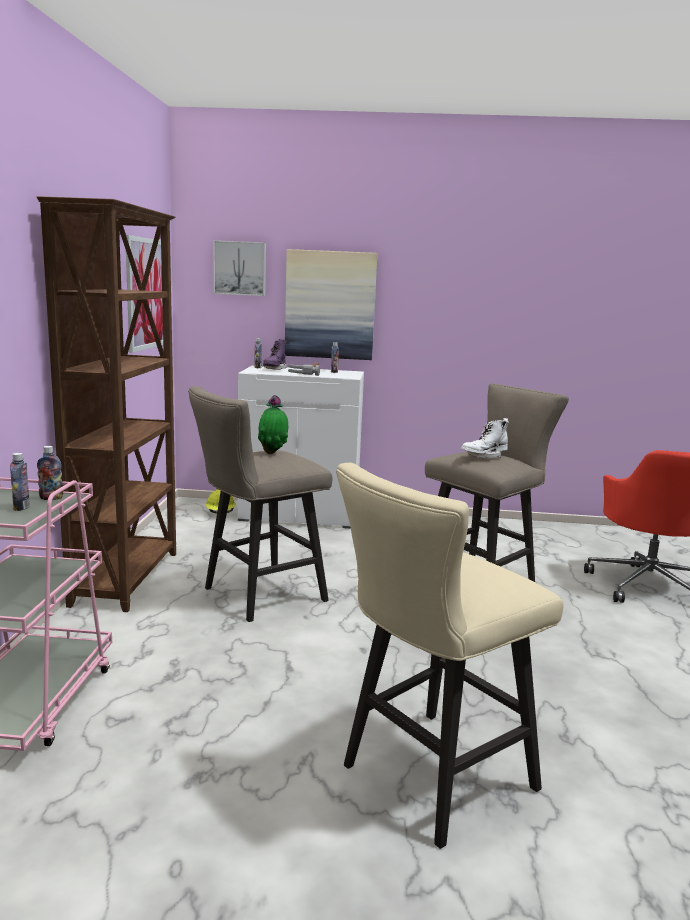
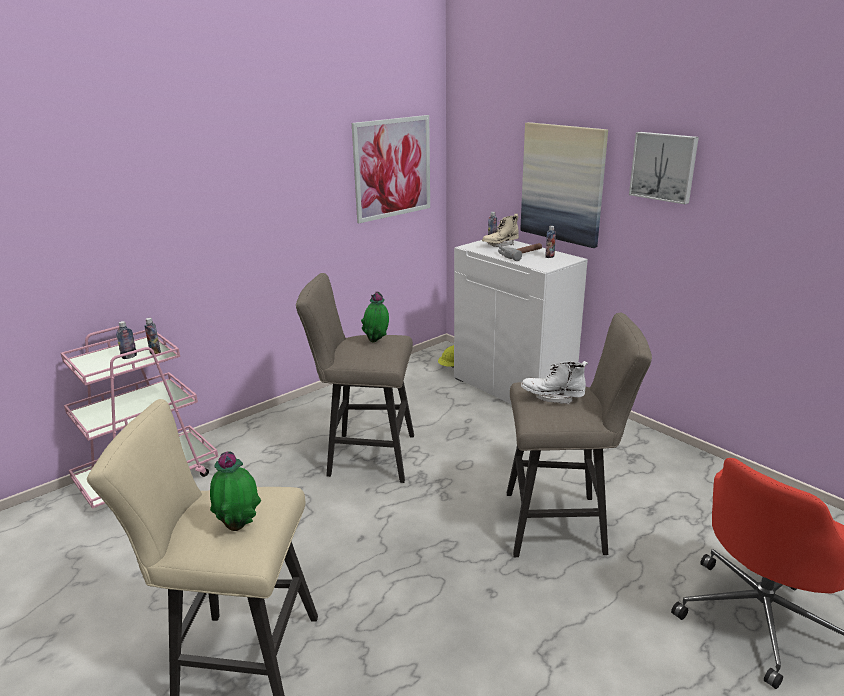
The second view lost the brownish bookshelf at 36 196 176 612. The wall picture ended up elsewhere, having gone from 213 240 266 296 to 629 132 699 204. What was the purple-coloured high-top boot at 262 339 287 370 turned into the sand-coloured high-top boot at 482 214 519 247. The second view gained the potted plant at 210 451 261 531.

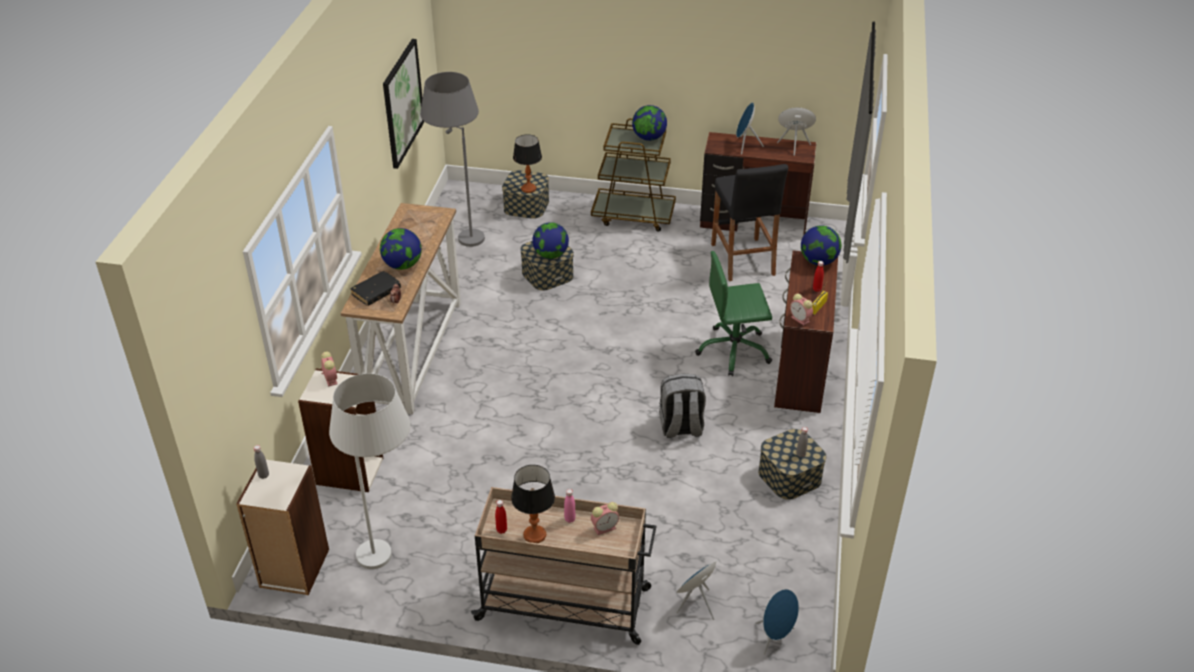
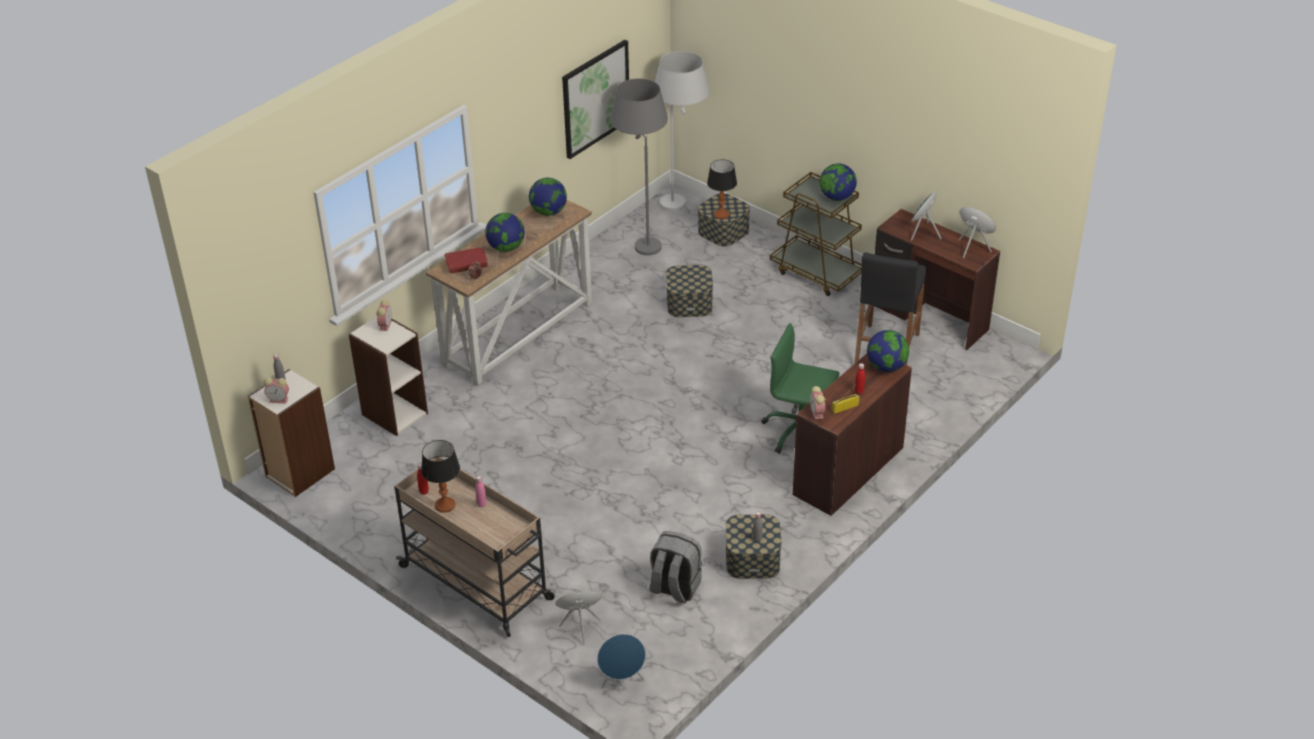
The white standard lamp ended up elsewhere, having gone from 329 373 410 569 to 655 51 710 211. What was the black bound book at 350 271 401 306 turned into the red-coloured bound book at 445 247 488 273. The world globe ended up elsewhere, having gone from 532 222 569 259 to 529 178 567 216. The alarm clock ended up elsewhere, having gone from 591 502 619 535 to 264 377 289 404. The greyish rucksack ended up elsewhere, having gone from 659 374 706 438 to 650 531 702 603.

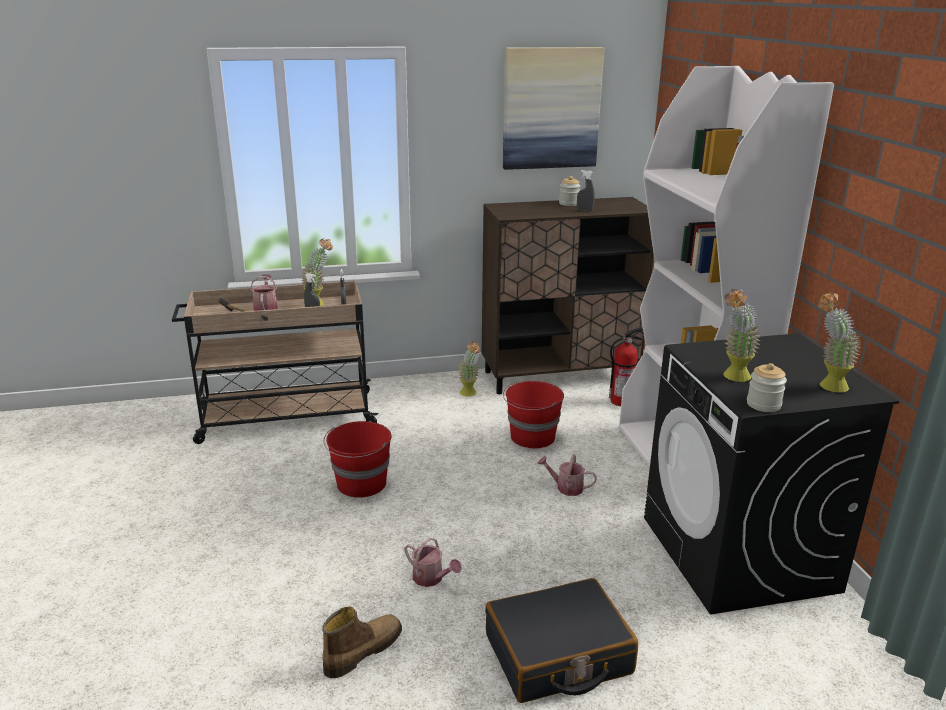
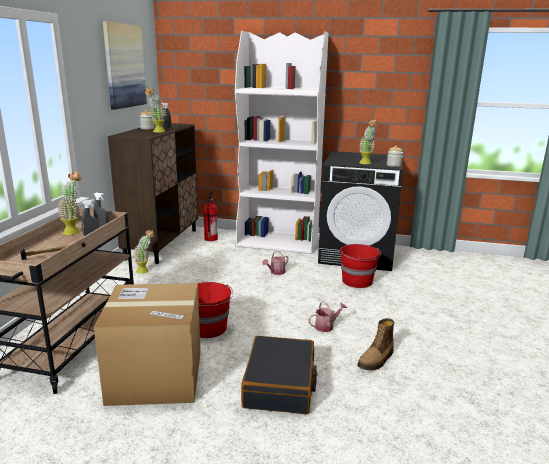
The second view lost the watering pot at 250 274 278 311. The high-top boot at 322 607 402 678 ended up facing another way, 120 degrees counterclockwise from before. The black piece of luggage ended up elsewhere, having gone from 485 578 638 703 to 241 336 317 415. The red-coloured pail ended up elsewhere, having gone from 503 381 564 448 to 340 244 381 288. The potted plant ended up elsewhere, having gone from 816 292 861 392 to 144 87 166 133. The second view gained the carton at 94 283 201 406.

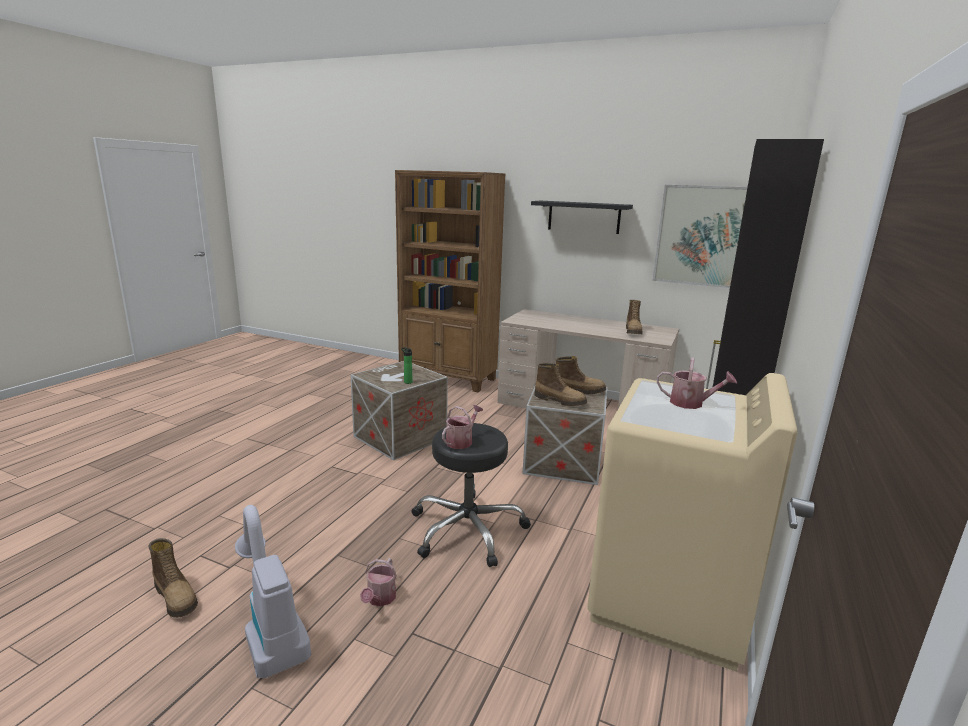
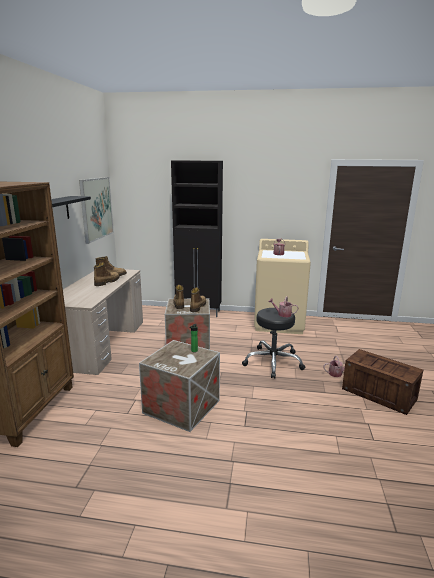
The high-top boot ended up elsewhere, having gone from 149 538 198 618 to 94 262 120 286. Where the hoover stood at 235 505 311 678, the shipping crate came to stand at 342 349 423 415.

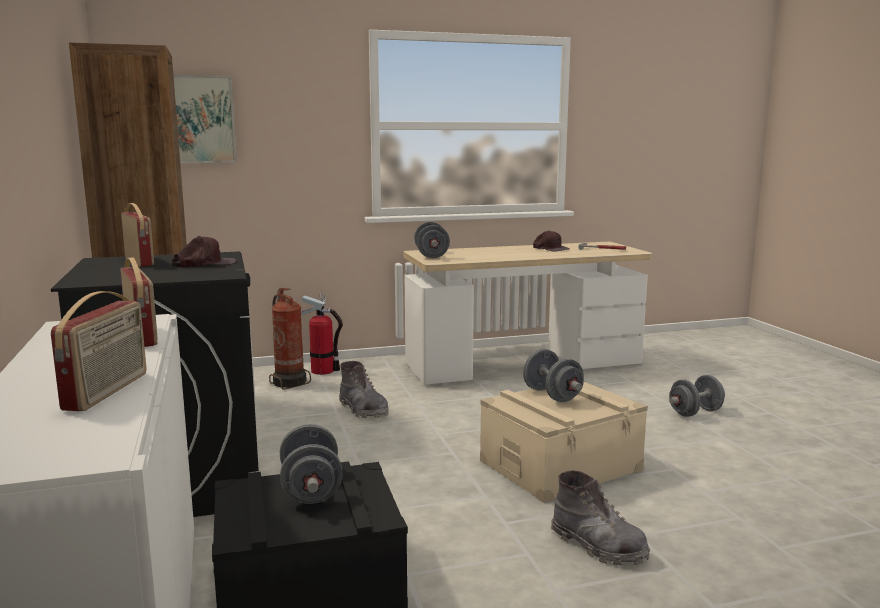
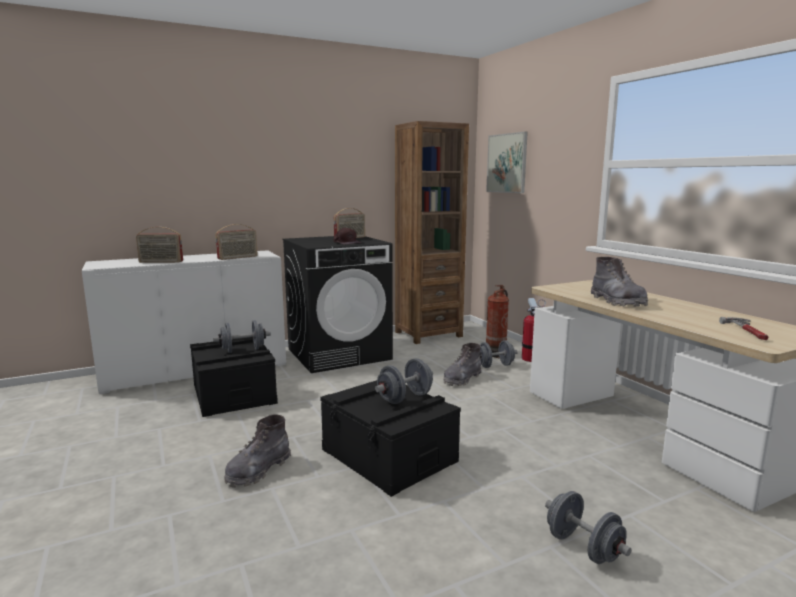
The greyish dumbbell ended up elsewhere, having gone from 414 222 450 258 to 480 340 518 368. What was the sand-coloured storage container at 480 381 648 503 turned into the black storage container at 320 380 461 497. The second view lost the brownish baseball cap at 533 231 570 252. The second view gained the greyish high-top boot at 591 257 648 307.

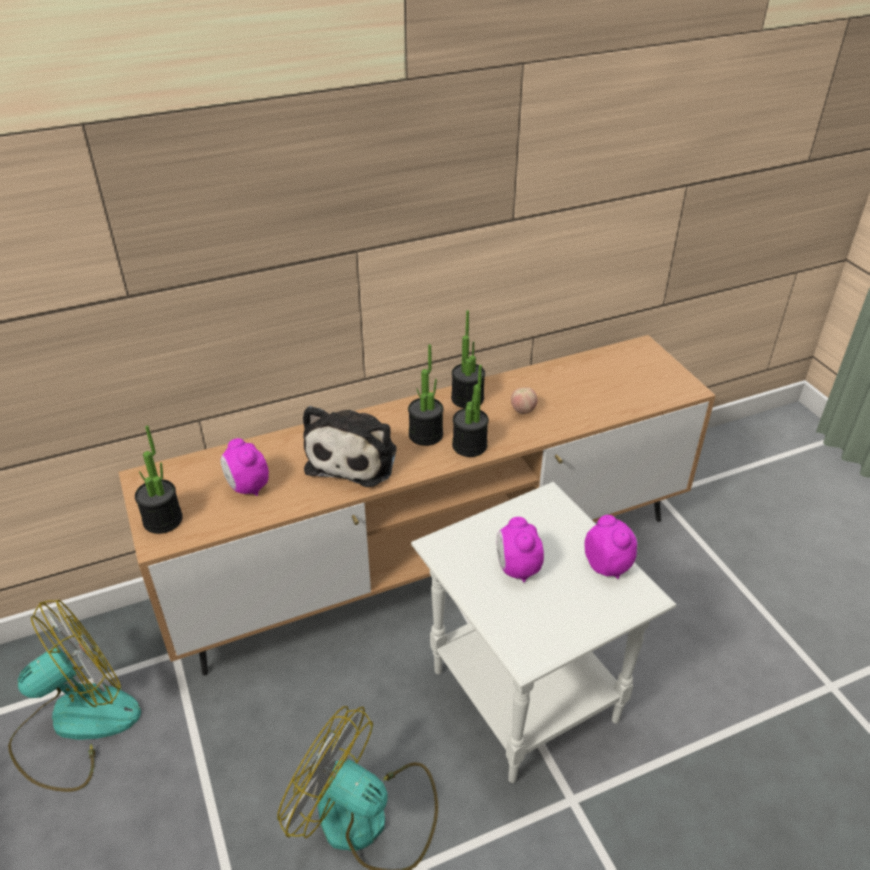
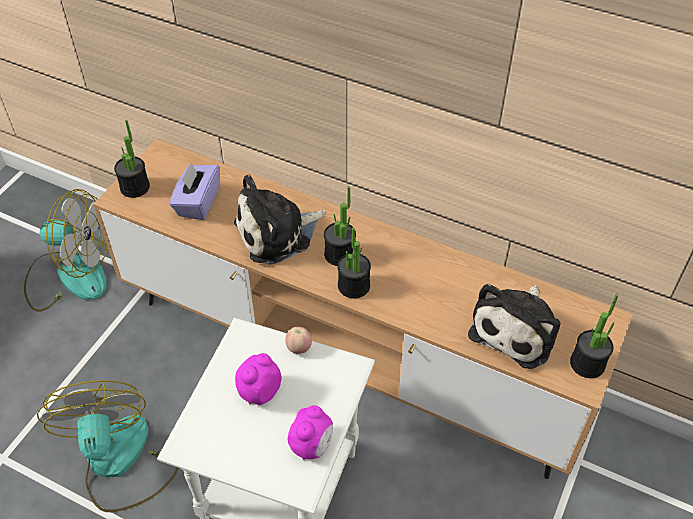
Where the alarm clock stood at 221 438 269 496, the purple-coloured box of tissues came to stand at 169 162 220 220. The potted plant ended up elsewhere, having gone from 451 310 485 408 to 570 294 619 378. The whole apple ended up elsewhere, having gone from 511 387 537 414 to 285 327 312 354. The second view gained the cuddly toy at 468 284 560 369.

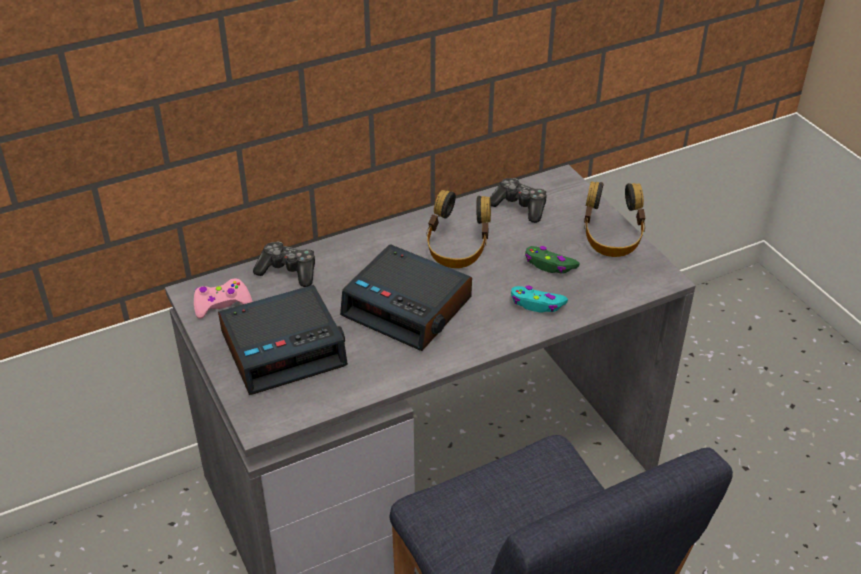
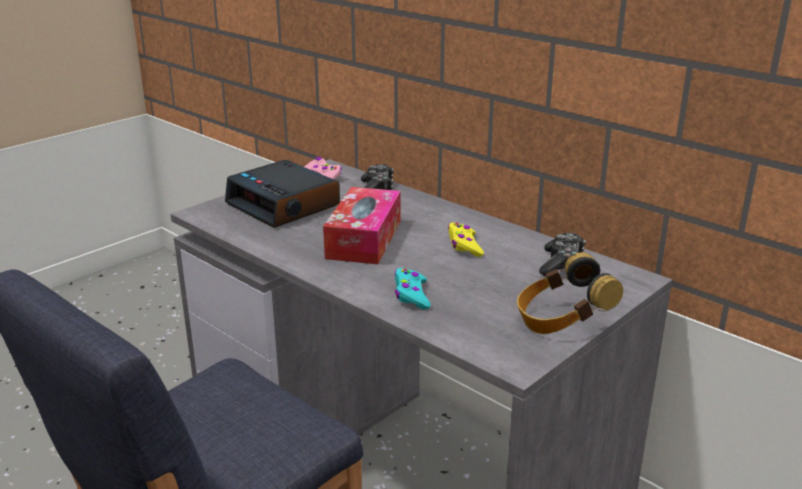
Where the alarm clock stood at 340 244 472 351, the box of tissues came to stand at 323 187 401 264. Where the pair of headphones stood at 426 190 491 268, the yellowish joypad came to stand at 448 223 484 257. The second view lost the green-coloured joypad at 525 246 580 274.

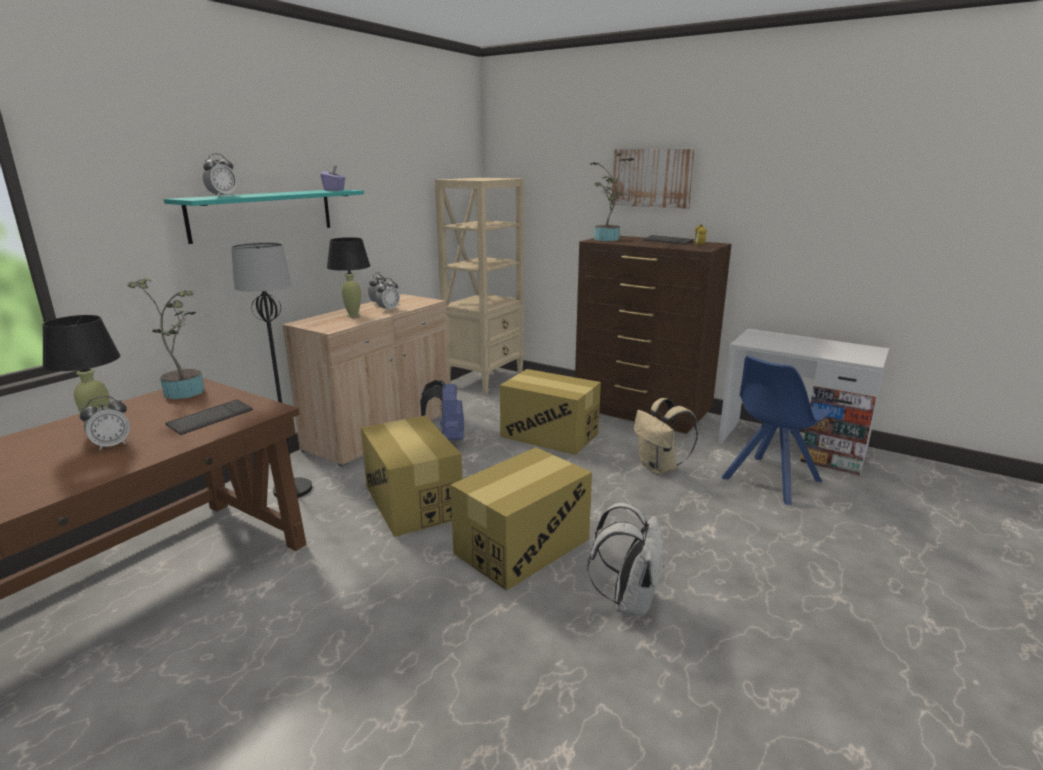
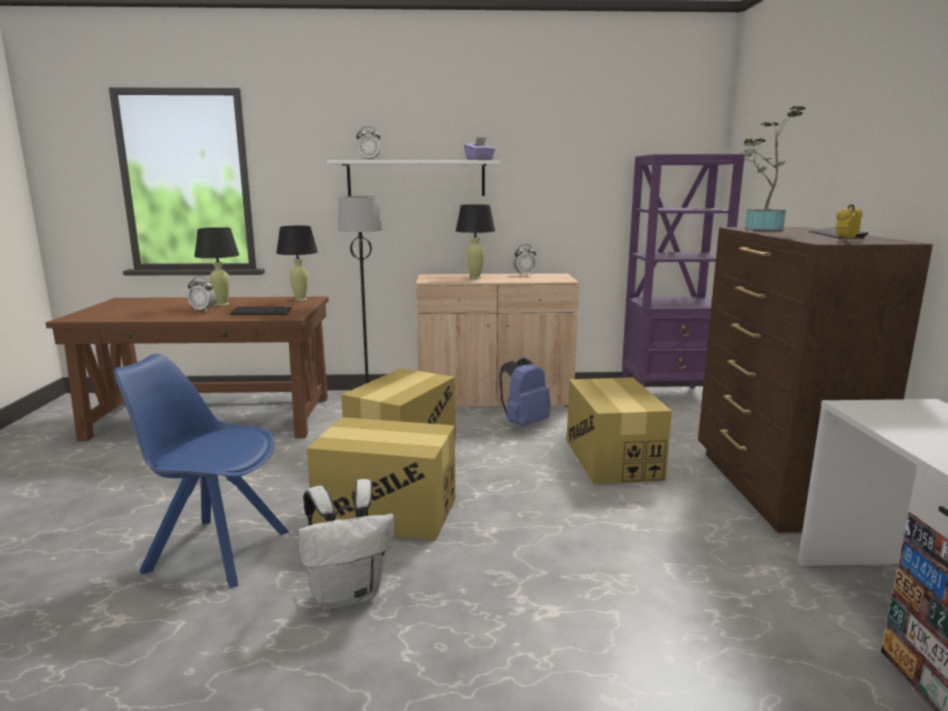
Where the potted plant stood at 127 278 204 399, the black table lamp came to stand at 276 226 318 301. What was the turquoise bracket shelf at 164 190 364 244 turned into the white bracket shelf at 327 160 500 196. The second view lost the alarm clock at 376 278 400 312. What was the sand-coloured bookshelf at 435 178 524 395 turned into the purple-coloured bookshelf at 622 154 745 389. The second view lost the wall picture at 611 149 695 209. The second view lost the sand-coloured rucksack at 634 398 698 474. The bluish plain chair ended up elsewhere, having gone from 722 355 831 505 to 114 354 289 588.

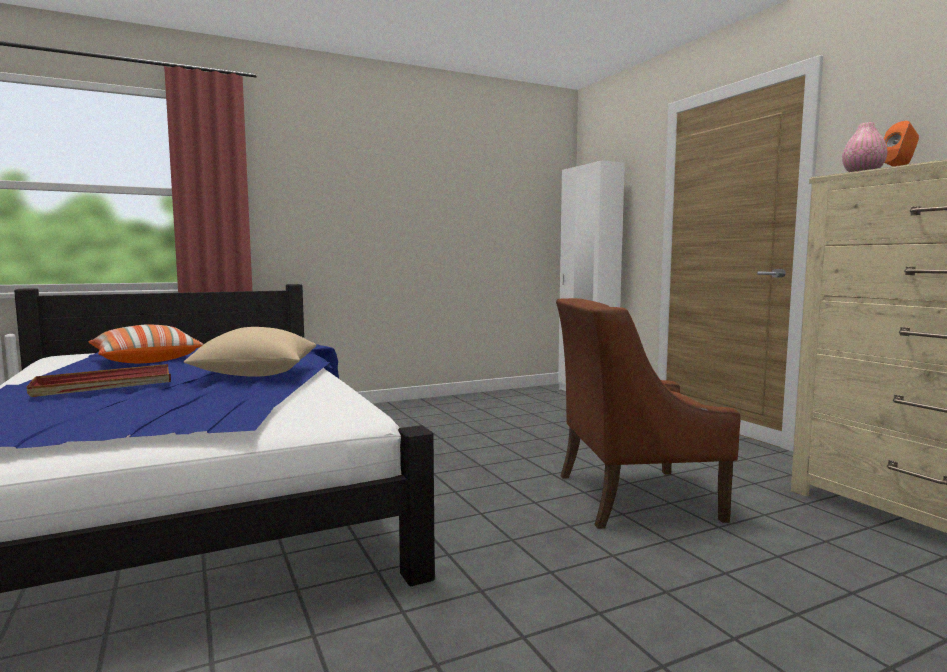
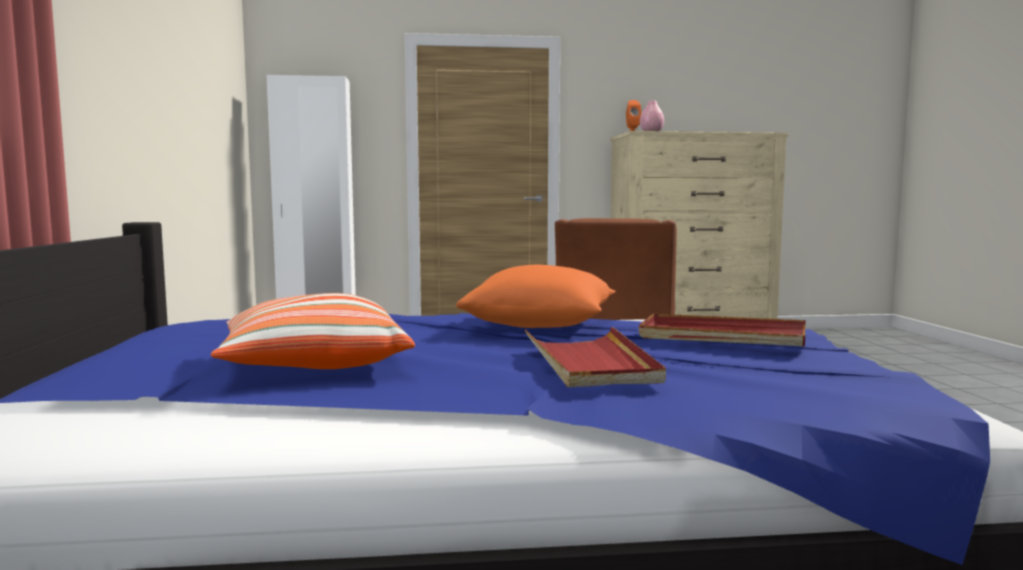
What was the sand-coloured cushion at 184 327 316 377 turned into the orange-coloured cushion at 456 265 615 328. The second view gained the red-coloured tray at 639 314 806 347.

